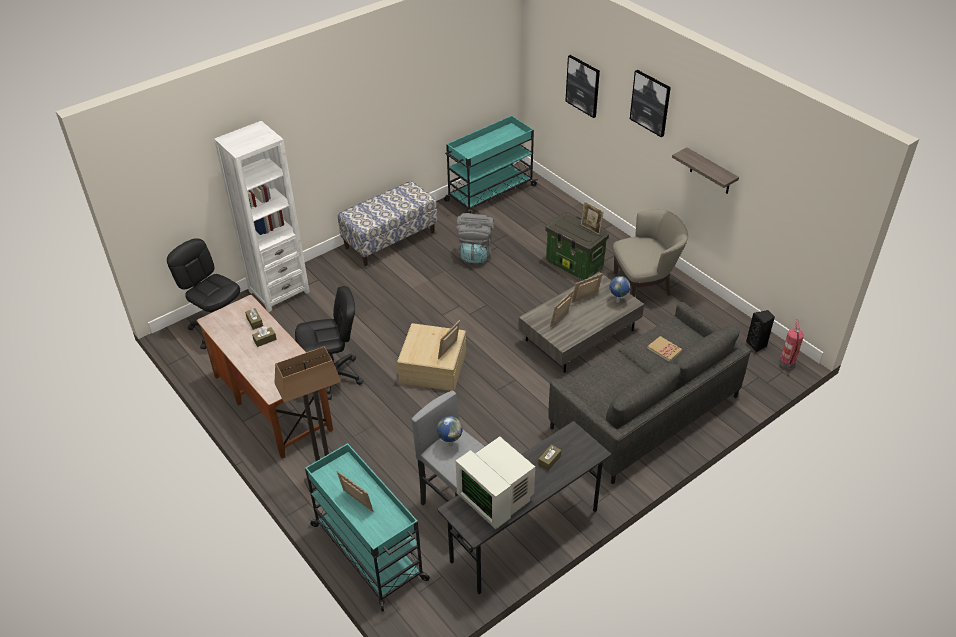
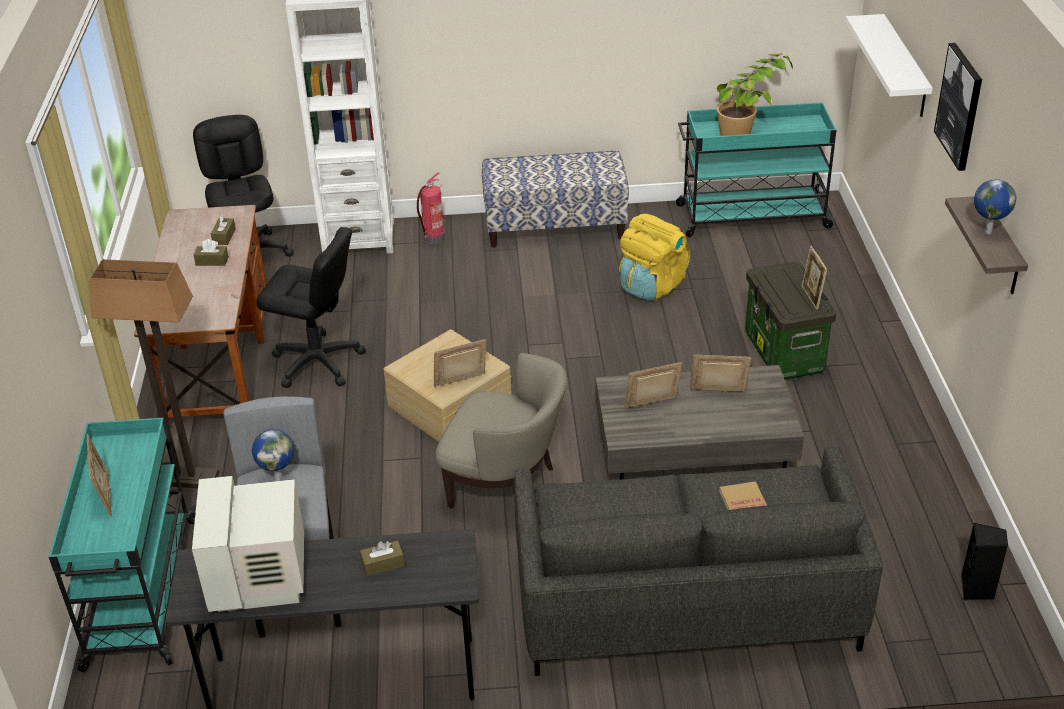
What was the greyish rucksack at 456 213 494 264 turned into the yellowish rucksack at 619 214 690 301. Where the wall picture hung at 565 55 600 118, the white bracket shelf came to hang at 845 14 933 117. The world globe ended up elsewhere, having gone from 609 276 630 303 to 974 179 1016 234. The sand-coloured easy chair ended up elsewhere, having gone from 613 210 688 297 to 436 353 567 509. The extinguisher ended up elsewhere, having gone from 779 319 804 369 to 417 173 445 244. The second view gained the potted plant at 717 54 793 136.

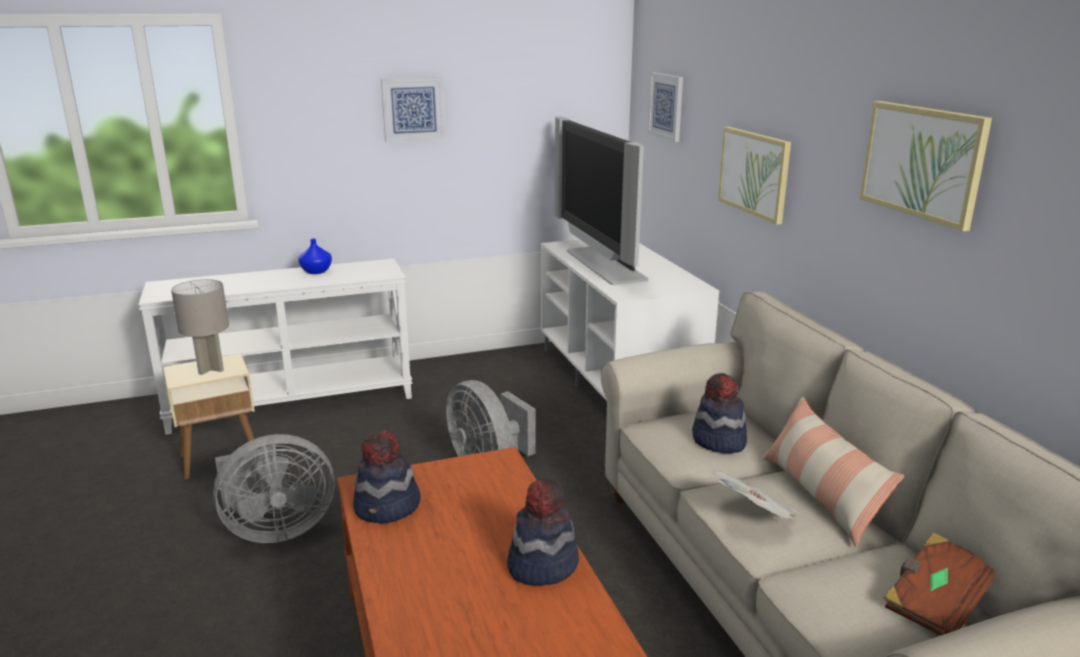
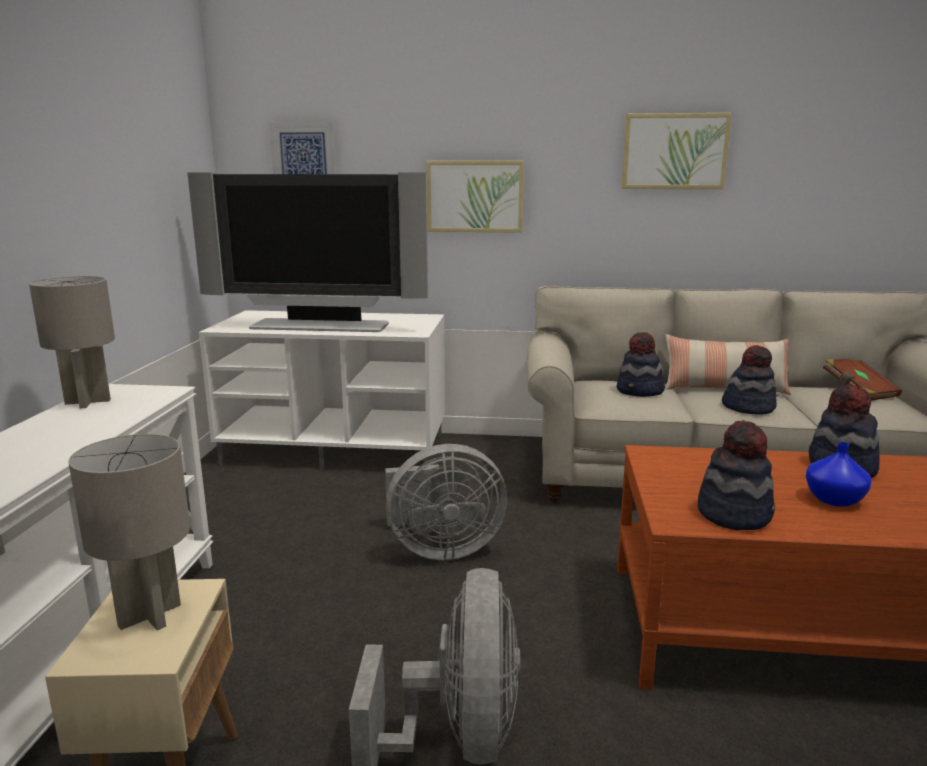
The bluish decorative vase ended up elsewhere, having gone from 298 239 332 274 to 806 442 872 507. The second view lost the wall picture at 381 77 445 142. Where the daily paper stood at 712 471 801 519, the wearable hat came to stand at 722 345 777 415. The second view gained the greyish table lamp at 29 276 115 409.

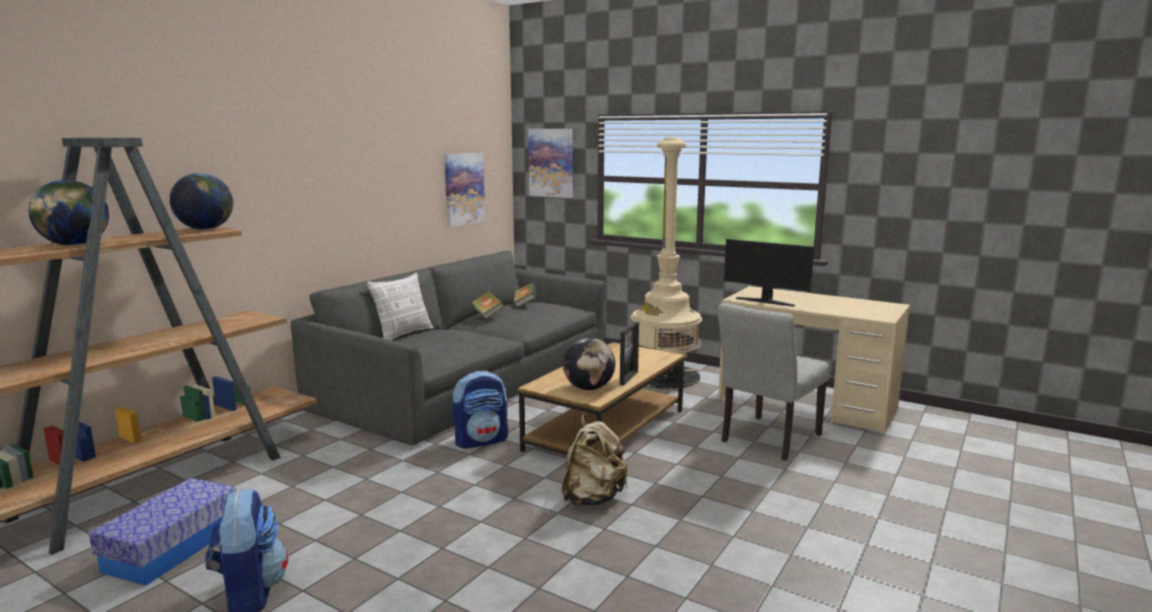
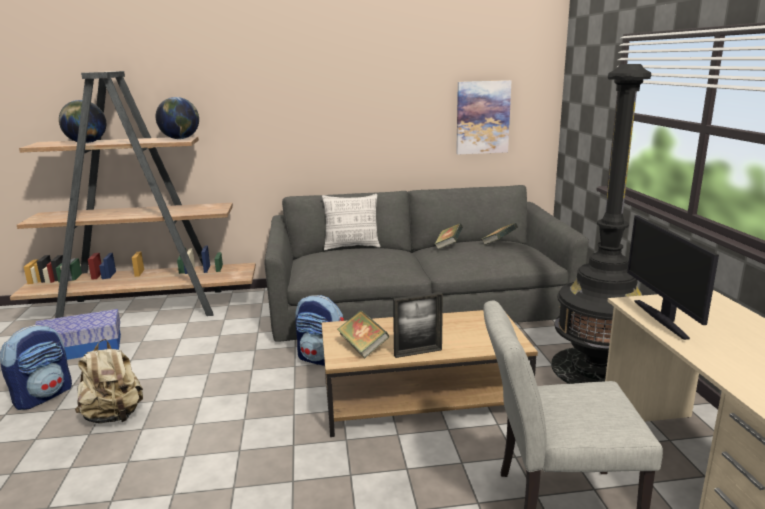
The second view lost the wall picture at 528 129 572 198. The sand-coloured rucksack ended up elsewhere, having gone from 562 415 627 506 to 75 339 143 423. Where the world globe stood at 563 337 615 390, the bound book came to stand at 337 310 389 358. What was the sand-coloured standard lamp at 631 137 702 389 turned into the black standard lamp at 551 64 651 384.

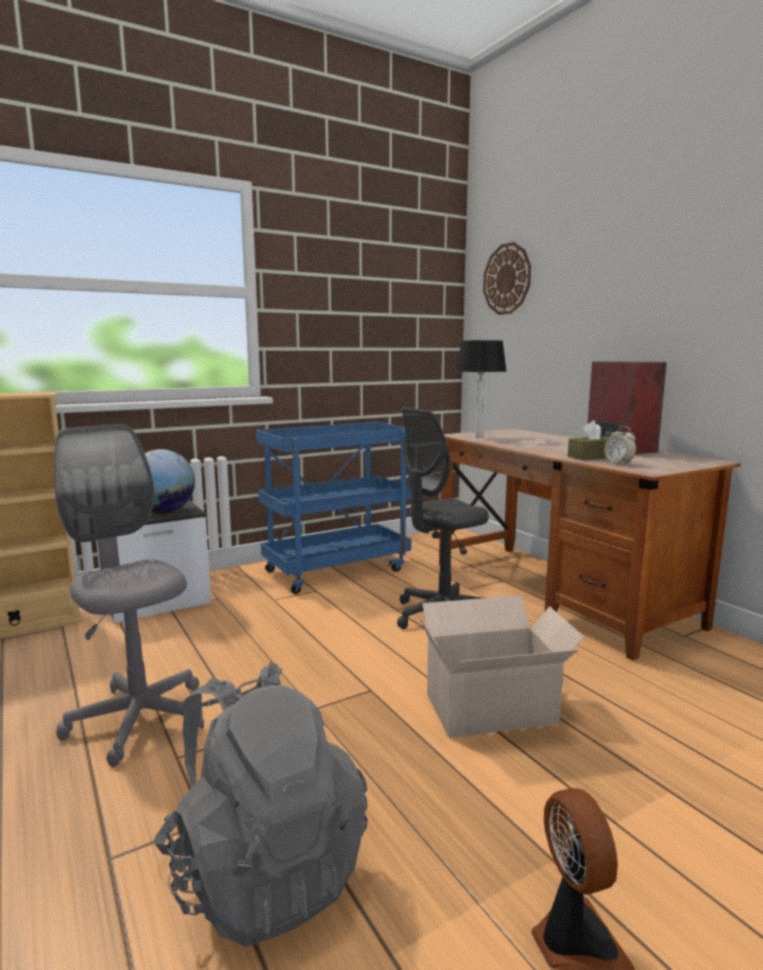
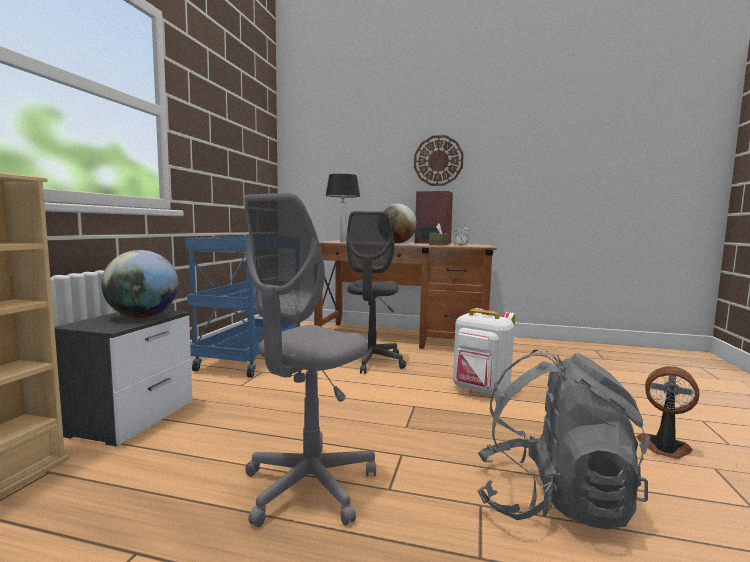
The greyish computer chair at 54 424 204 767 ended up facing another way, 60 degrees counterclockwise from before. Where the carton stood at 418 595 584 738, the white rucksack came to stand at 453 308 515 395. The wall clock ended up elsewhere, having gone from 483 242 531 315 to 414 135 464 186. The second view gained the world globe at 381 203 417 243.

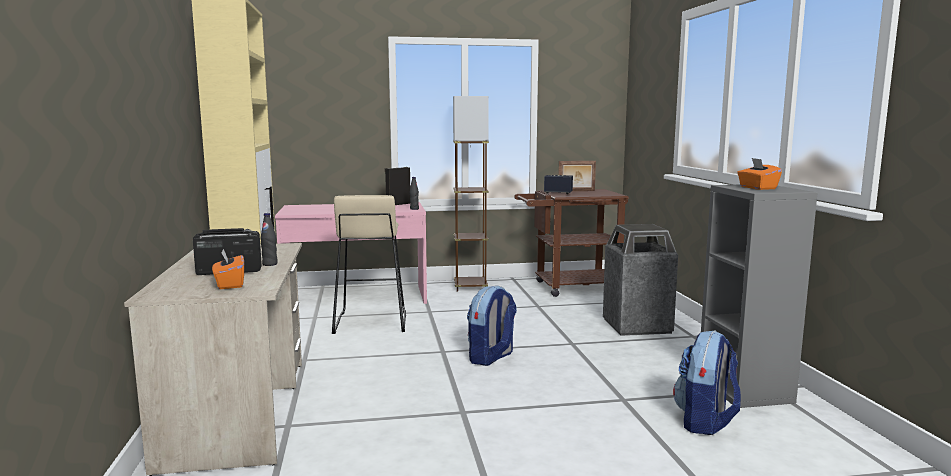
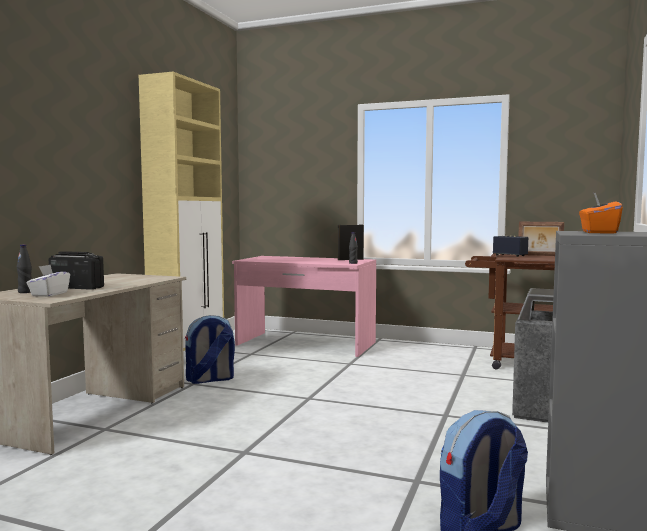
What was the orange-coloured box of tissues at 212 249 244 289 turned into the white box of tissues at 27 265 70 297. The black drink bottle ended up elsewhere, having gone from 261 213 277 266 to 17 244 32 293. The second view lost the sand-coloured sitting stool at 332 195 406 334. The second view lost the brownish standard lamp at 453 96 489 292. The rucksack ended up elsewhere, having gone from 467 285 517 366 to 185 315 235 384.

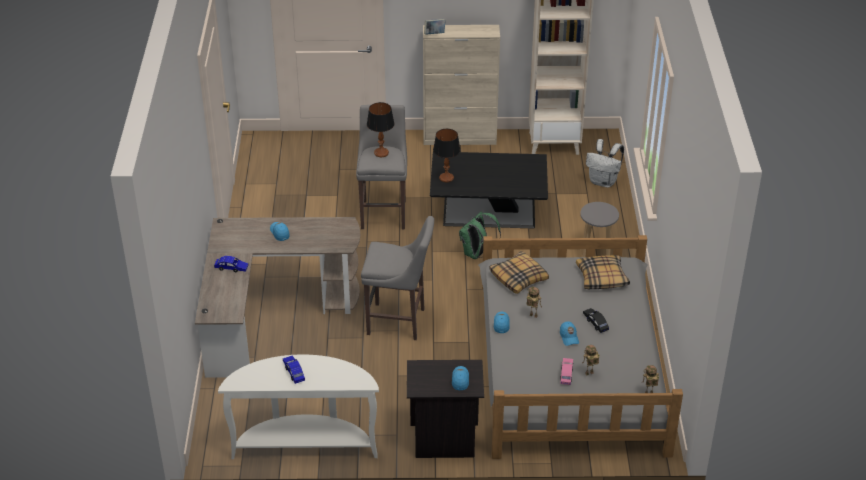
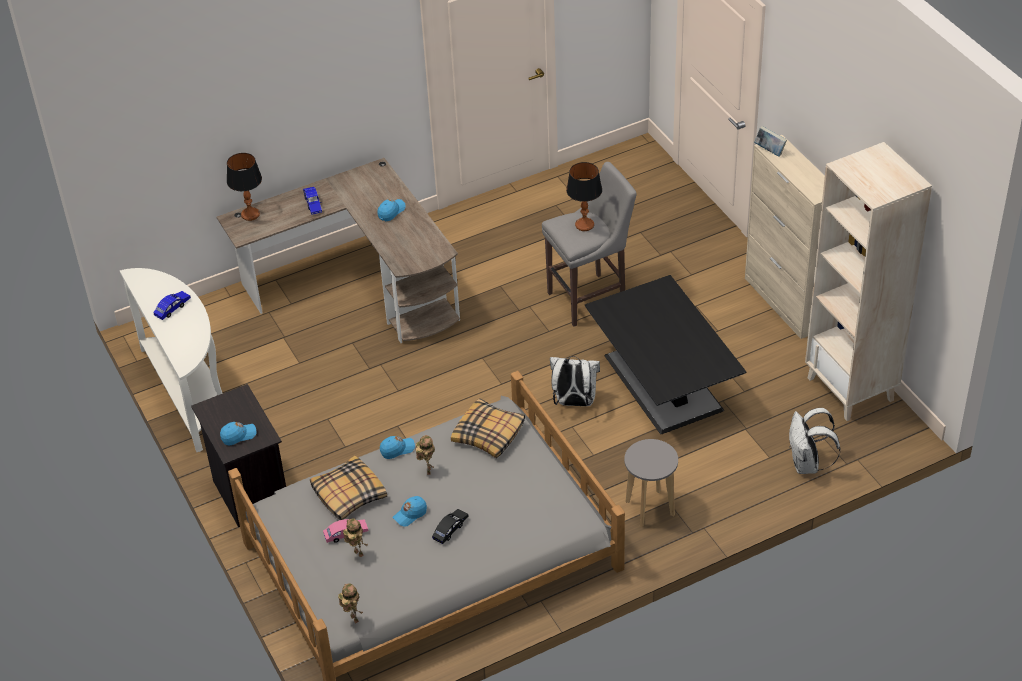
The second view lost the greyish sitting stool at 361 216 434 340. The table lamp ended up elsewhere, having gone from 433 129 460 183 to 227 153 262 221. What was the green-coloured rucksack at 459 212 501 259 turned into the white rucksack at 550 356 600 406. The cushion ended up elsewhere, having gone from 576 255 630 289 to 310 456 387 520.

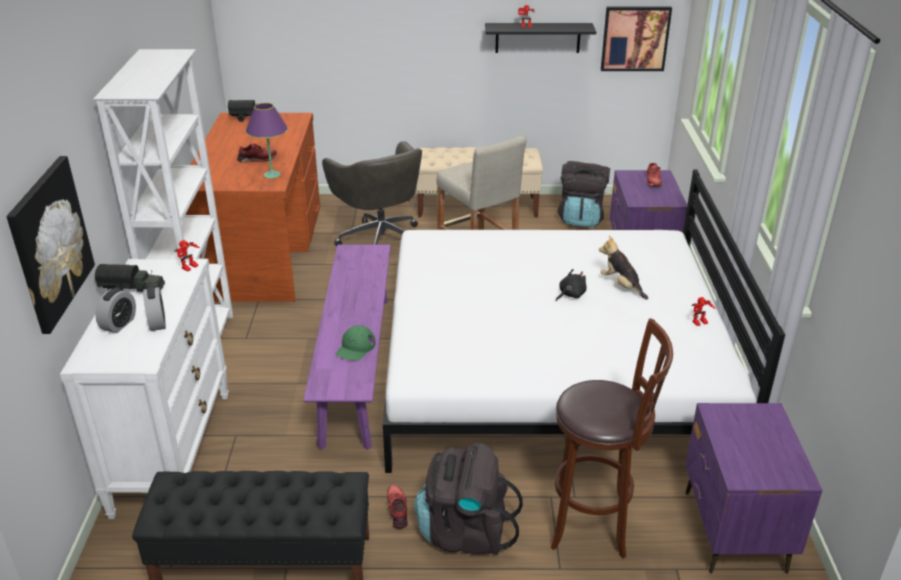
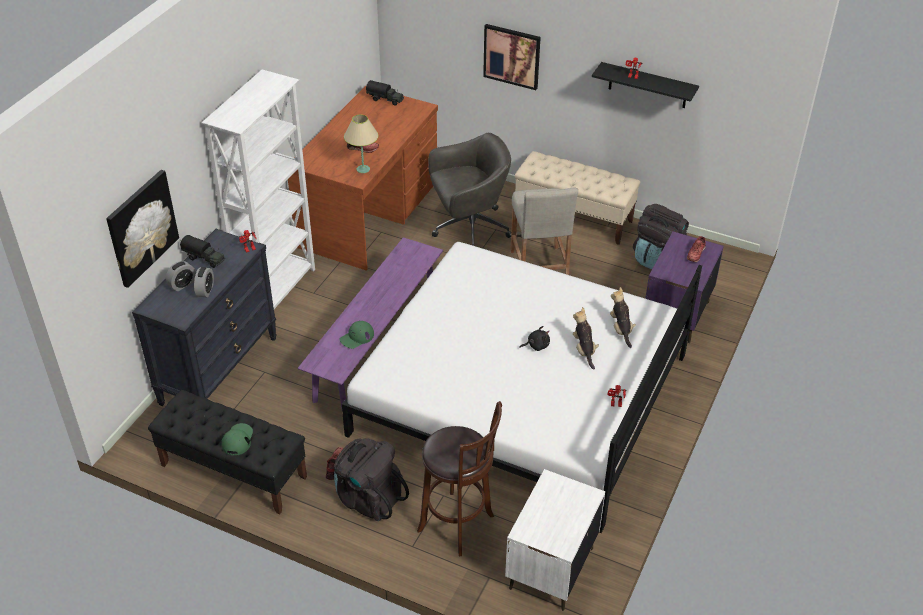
What was the white dresser at 60 259 229 519 turned into the black dresser at 132 229 277 406. What was the purple-coloured table lamp at 245 103 288 178 turned into the sand-coloured table lamp at 344 115 378 173. The greyish computer chair at 322 141 422 246 ended up facing another way, 105 degrees counterclockwise from before. The wall picture ended up elsewhere, having gone from 601 7 672 71 to 483 24 541 90. What was the purple-coloured bedside table at 685 403 823 574 turned into the white bedside table at 505 469 605 611. The second view gained the green-coloured baseball cap at 222 423 253 456. The second view gained the cuddly toy at 610 287 636 348.

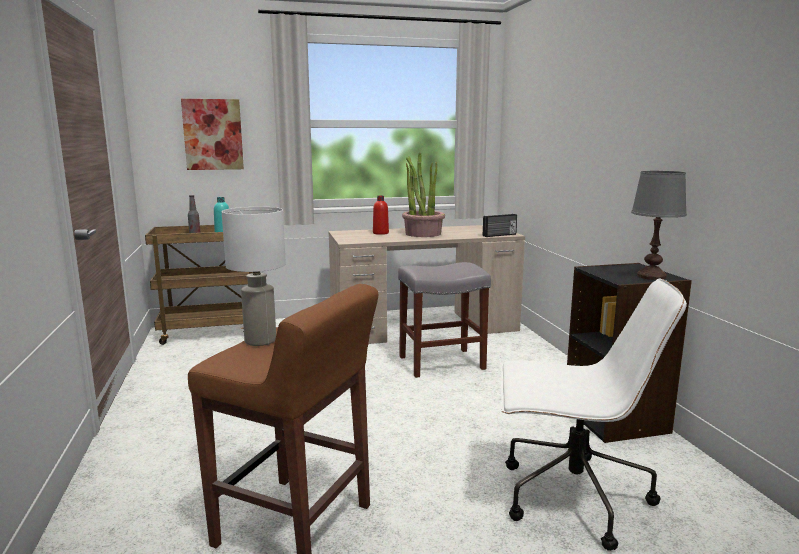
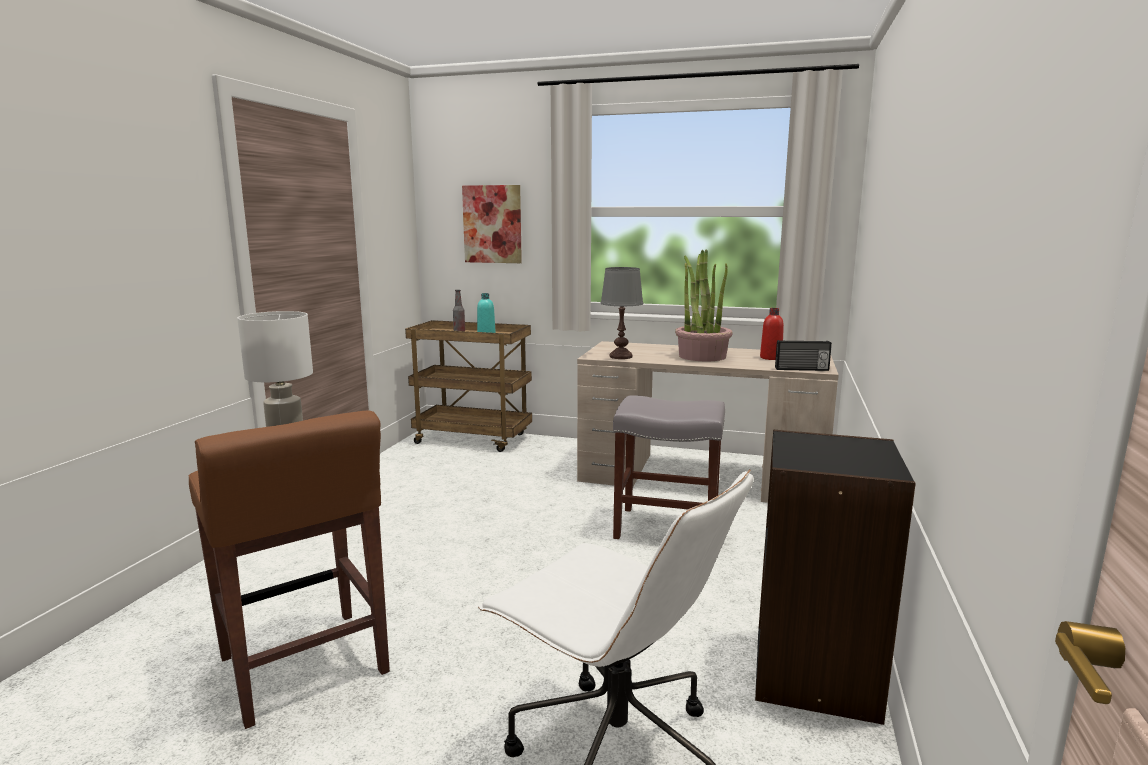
The red-coloured drink bottle ended up elsewhere, having gone from 373 196 389 235 to 760 308 784 360. The greyish table lamp ended up elsewhere, having gone from 631 171 687 280 to 600 267 644 359.

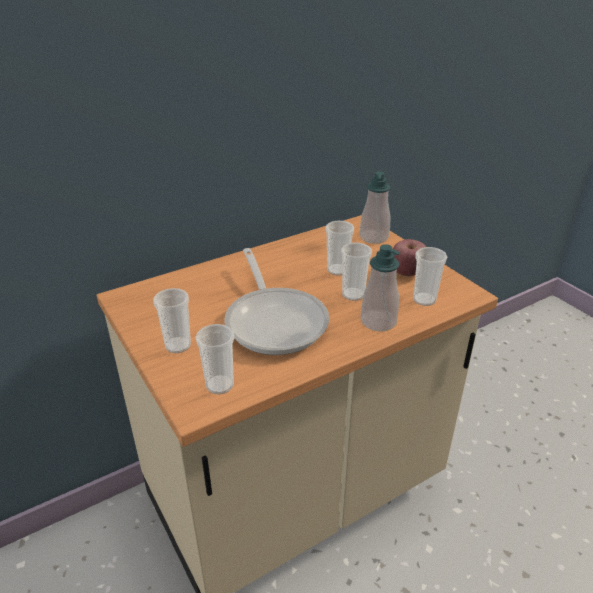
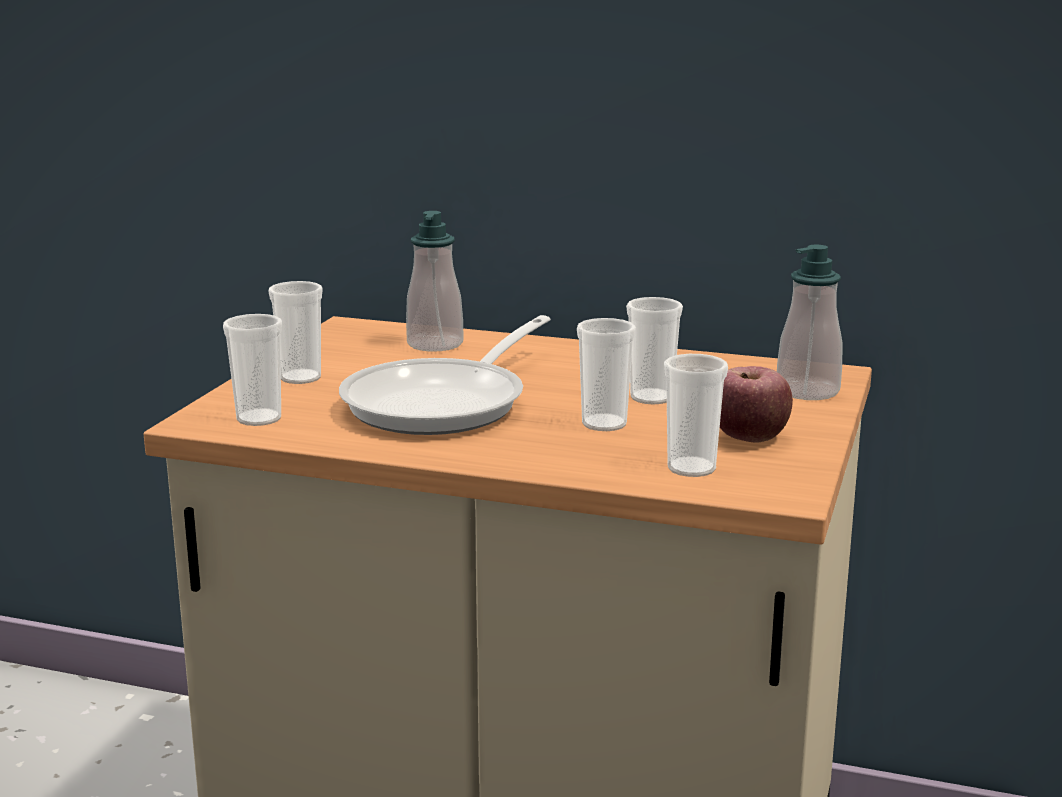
The liquid soap bottle ended up elsewhere, having gone from 361 244 400 332 to 406 211 464 352.

